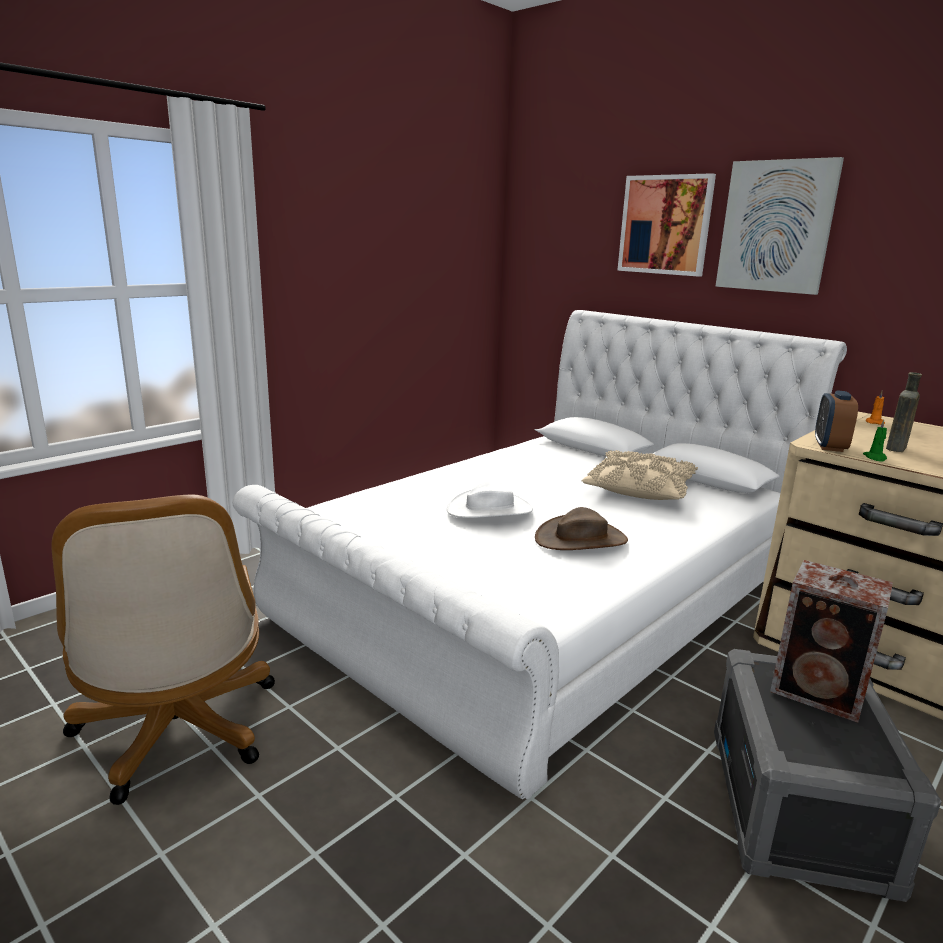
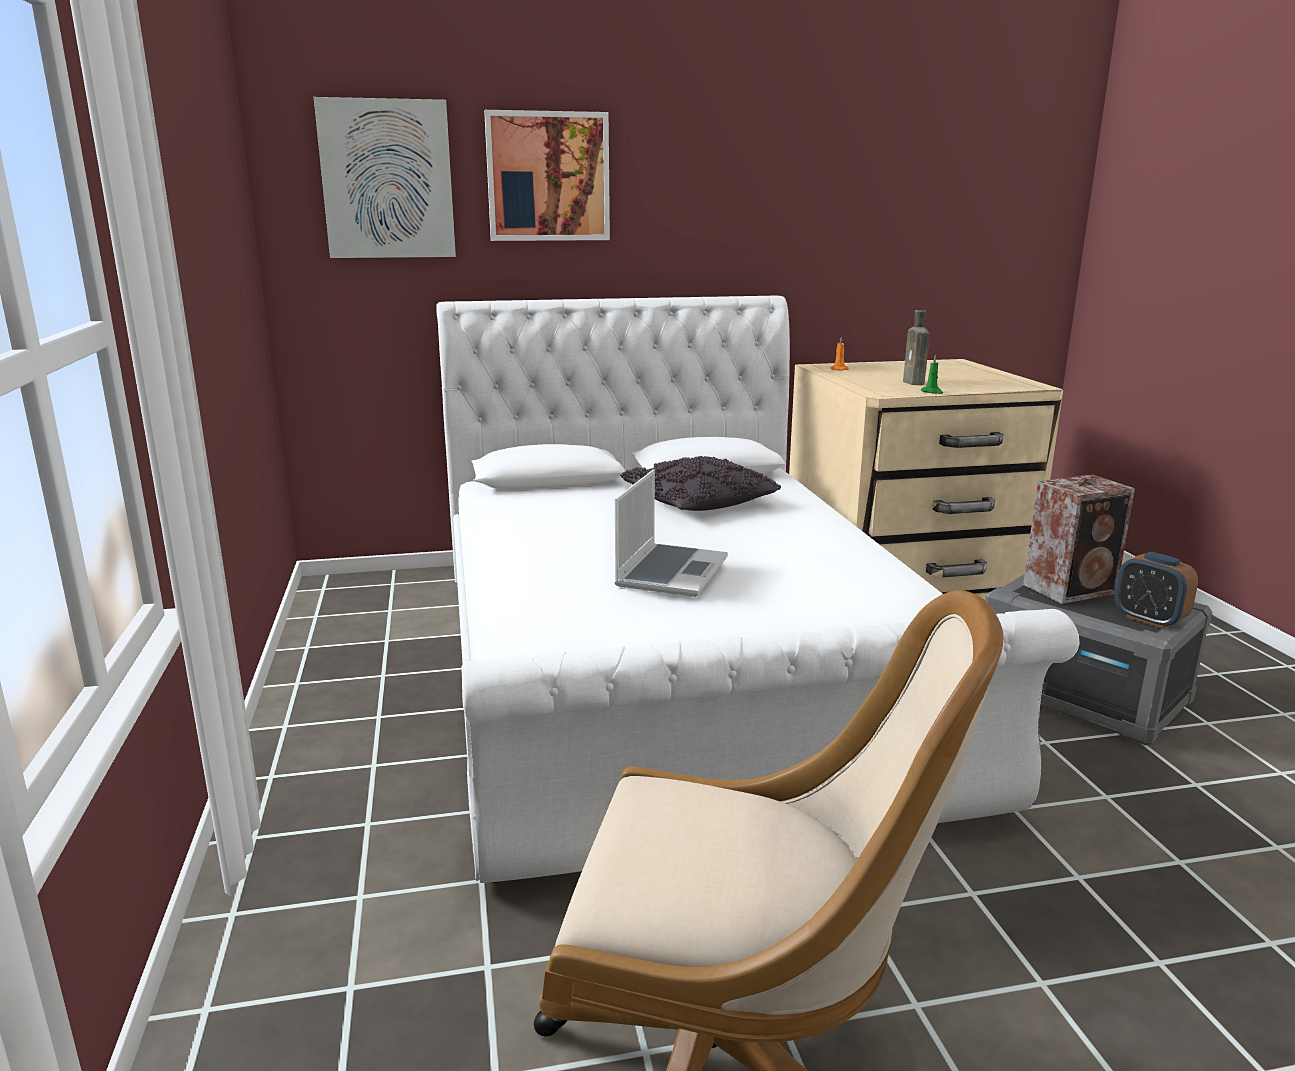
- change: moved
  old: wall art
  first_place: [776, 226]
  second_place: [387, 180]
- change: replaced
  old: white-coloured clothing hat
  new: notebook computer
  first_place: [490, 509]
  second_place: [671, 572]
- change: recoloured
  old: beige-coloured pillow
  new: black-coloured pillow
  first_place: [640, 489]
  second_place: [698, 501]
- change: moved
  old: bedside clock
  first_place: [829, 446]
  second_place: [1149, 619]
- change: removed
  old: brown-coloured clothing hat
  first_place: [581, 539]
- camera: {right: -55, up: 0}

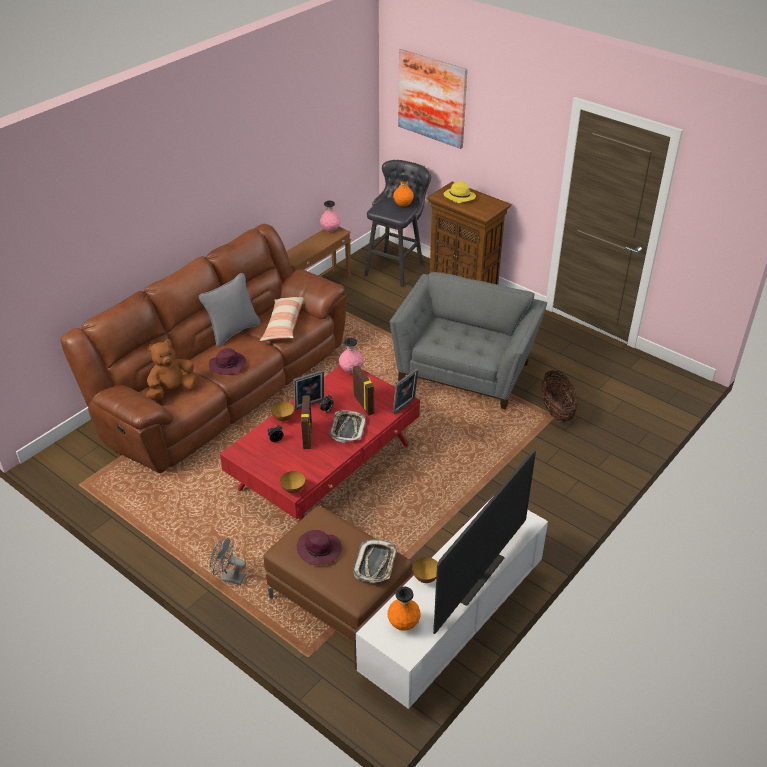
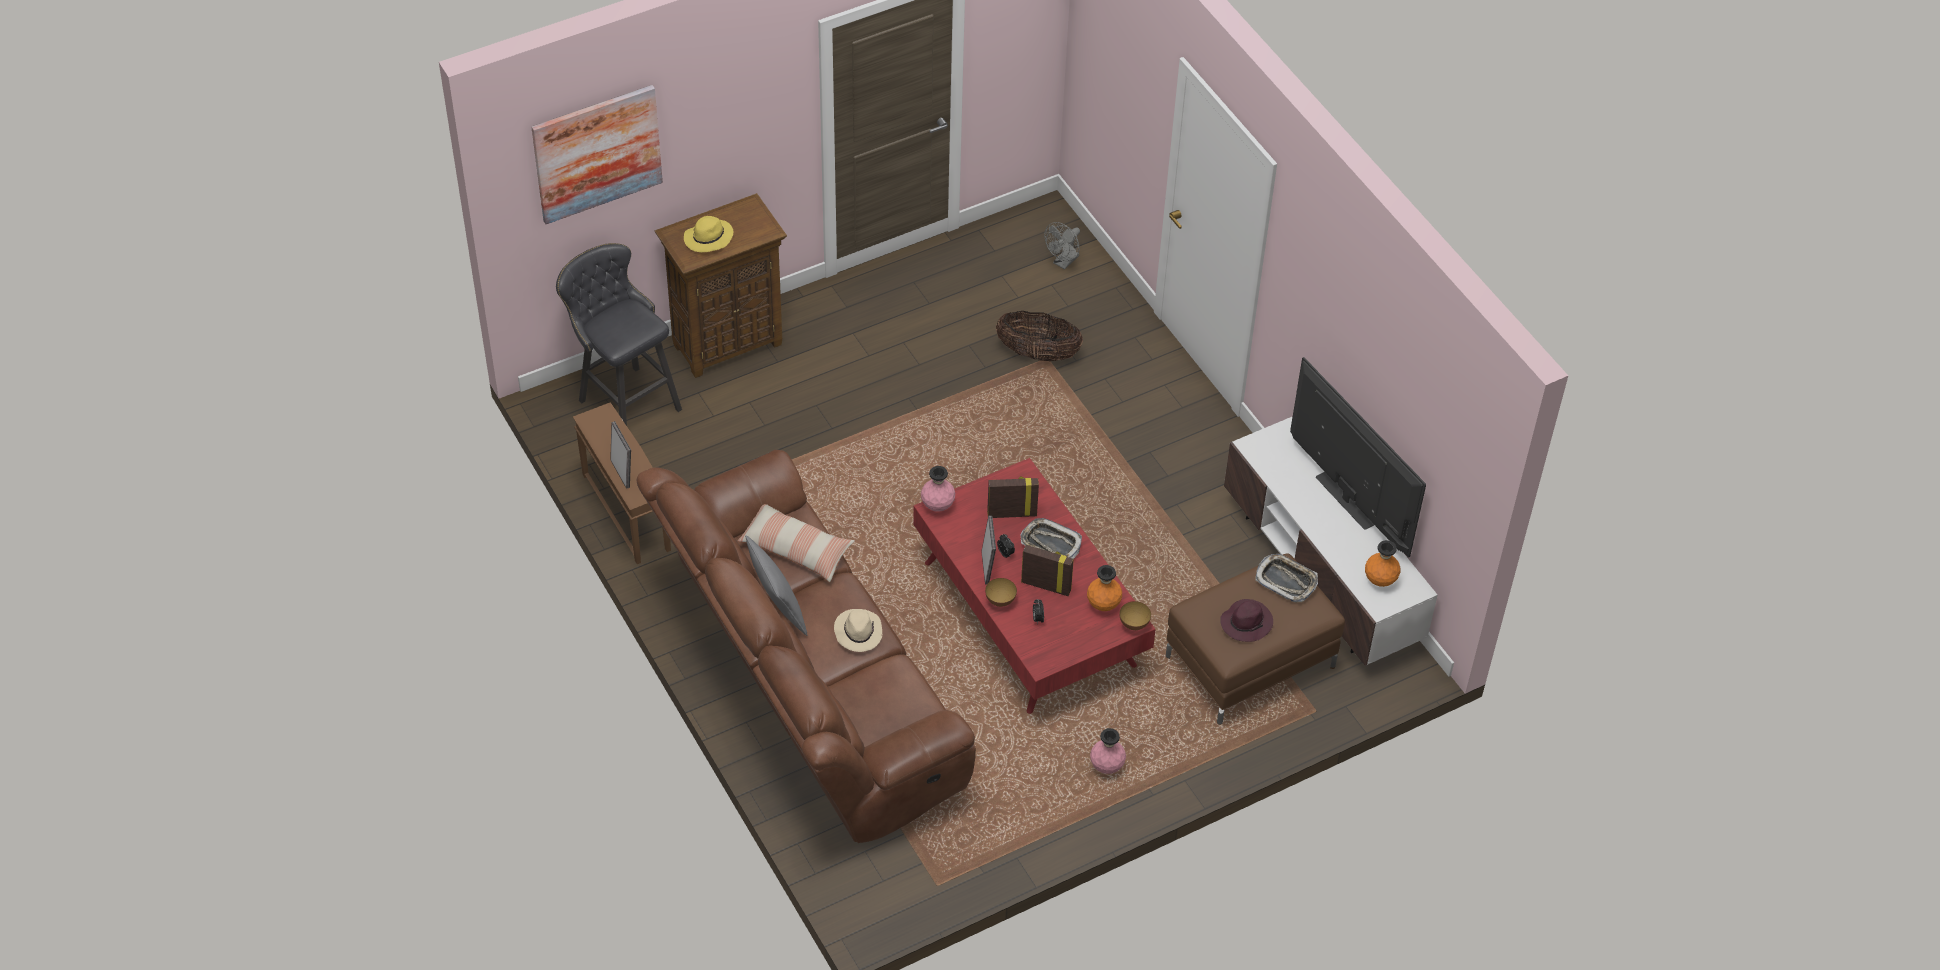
- change: moved
  old: standing frame
  first_place: [405, 407]
  second_place: [622, 473]
- change: recoloured
  old: purple clothing hat
  new: beige-coloured clothing hat
  first_place: [228, 365]
  second_place: [858, 632]
- change: moved
  old: gray fan
  first_place: [229, 577]
  second_place: [1063, 262]
- change: moved
  old: orange-coloured decorative vase
  first_place: [403, 205]
  second_place: [1103, 605]
- change: moved
  old: pink decorative vase
  first_place: [330, 230]
  second_place: [1107, 766]
- change: removed
  old: brown-coloured soft toy
  first_place: [172, 391]
- change: removed
  old: gray armchair
  first_place: [466, 369]
- change: removed
  old: deep dish
  first_place: [425, 578]
- camera: {right: -70, up: 10}

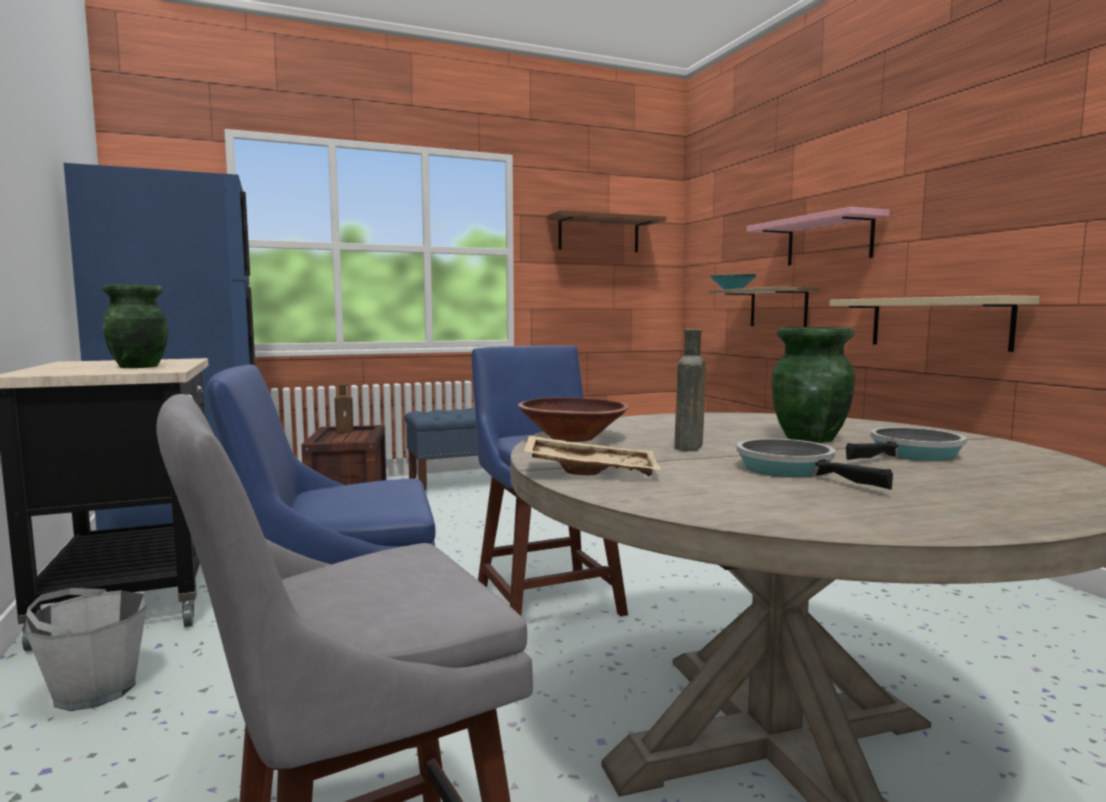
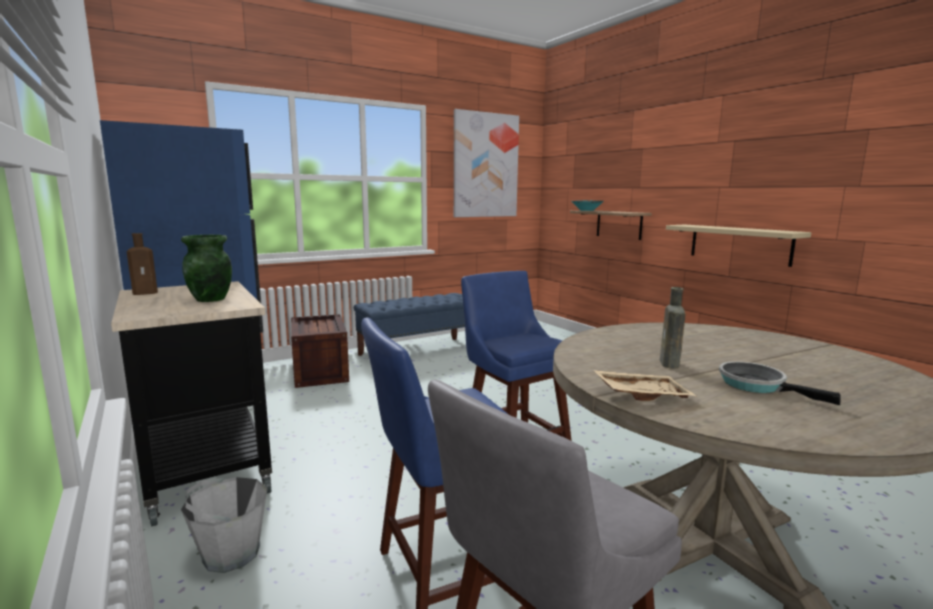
- change: moved
  old: brown-coloured drink bottle
  first_place: [346, 431]
  second_place: [147, 293]
- change: replaced
  old: brown-coloured shelf
  new: wall art
  first_place: [598, 234]
  second_place: [485, 165]
- change: removed
  old: brown-coloured deep dish
  first_place: [572, 438]
- change: removed
  old: pink shelf
  first_place: [828, 240]
- change: removed
  old: green decorative vase
  first_place: [811, 438]
- change: removed
  old: pan
  first_place: [911, 454]
- camera: {right: -10, up: 5}

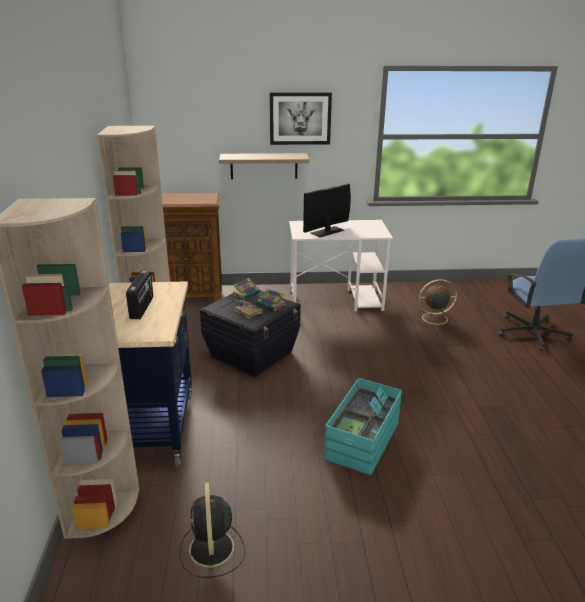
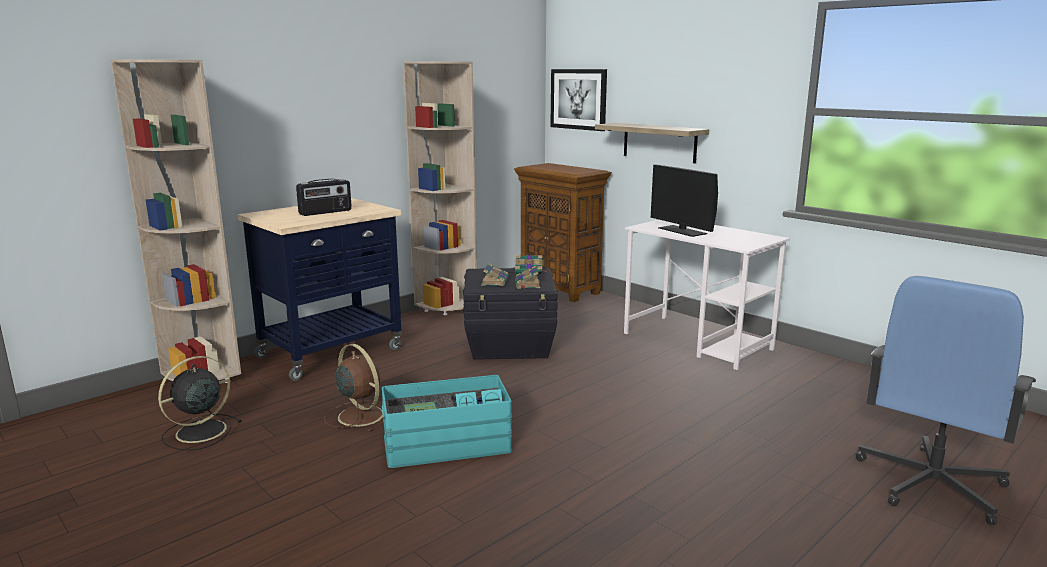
- change: moved
  old: brown-coloured fan
  first_place: [433, 318]
  second_place: [359, 415]
- change: moved
  old: wall art
  first_place: [300, 118]
  second_place: [578, 99]
- change: turned
  old: monitor
  first_place: [327, 231]
  second_place: [682, 231]
  degrees: -135
- camera: {right: 50, up: -10}

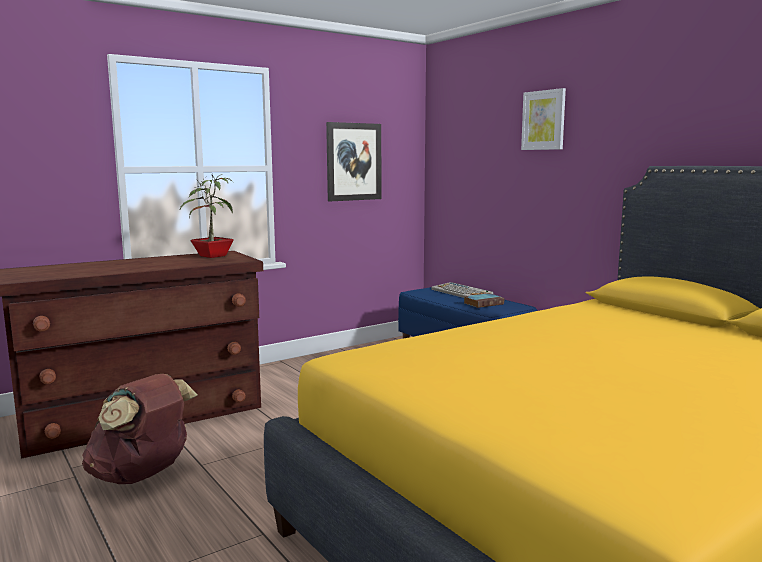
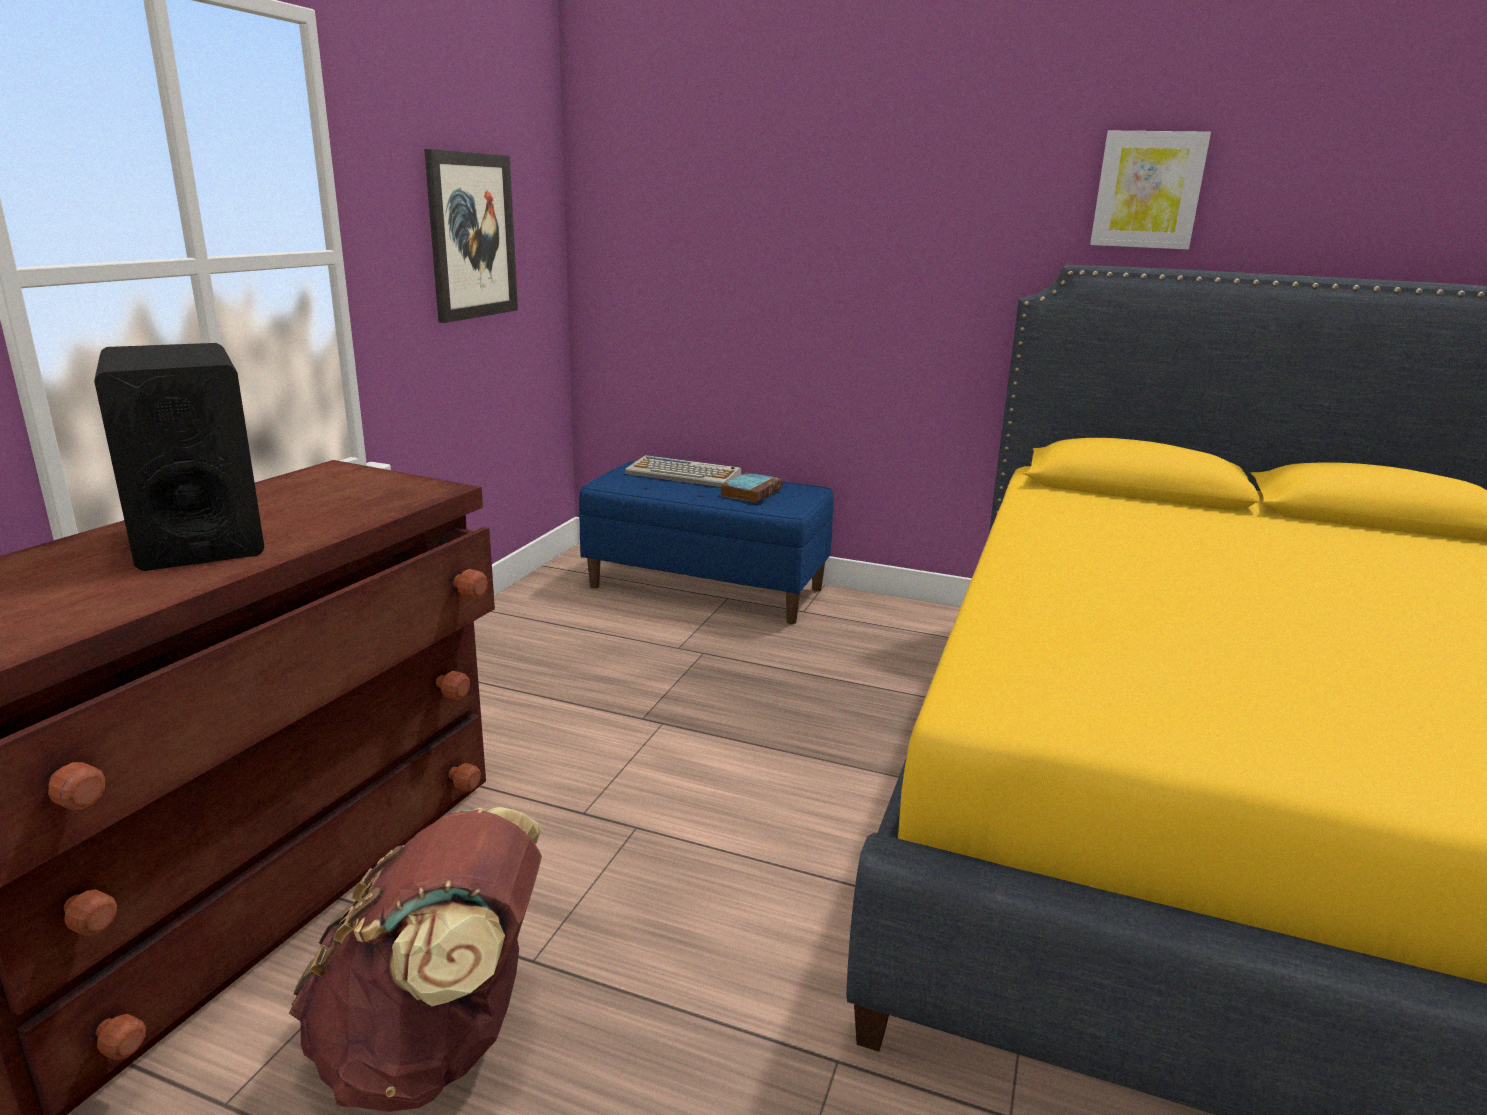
- change: added
  new: black-coloured audio speaker
  second_place: [198, 539]
- change: moved
  old: wall art
  first_place: [544, 120]
  second_place: [1148, 190]
- change: removed
  old: plant in a pot
  first_place: [211, 256]
- camera: {right: -35, up: 10}

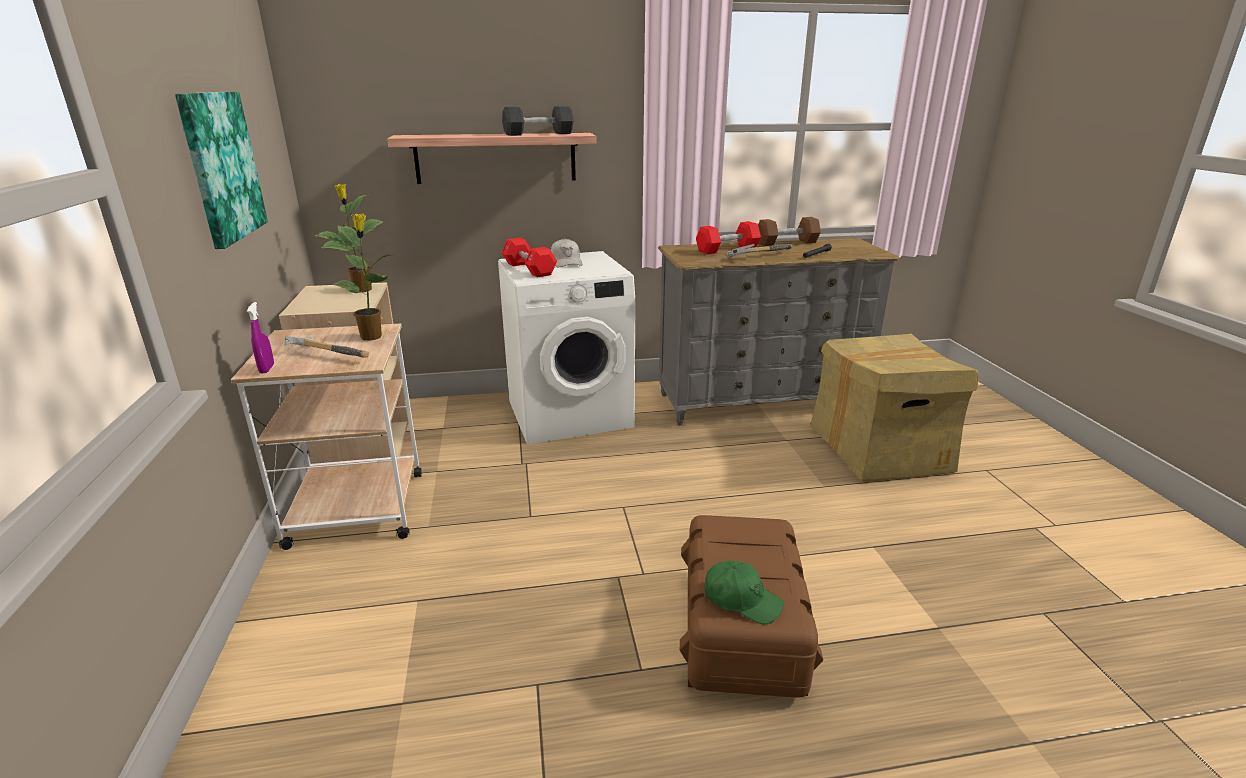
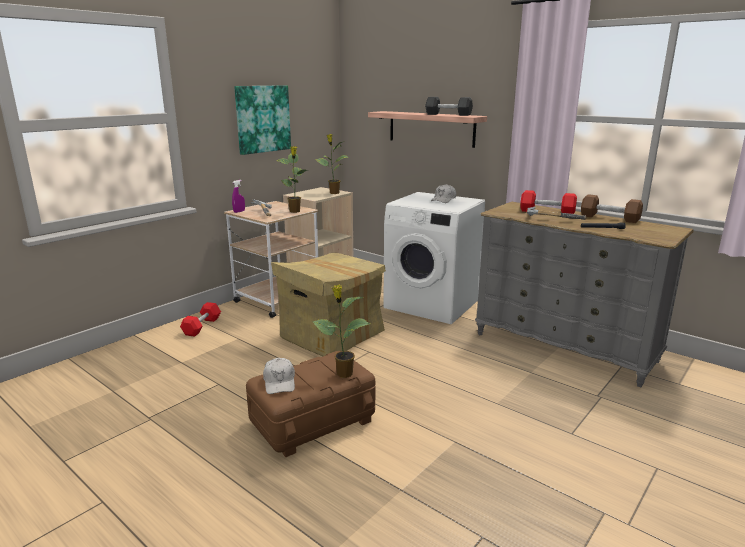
- change: moved
  old: red hand weight
  first_place: [529, 269]
  second_place: [202, 326]
- change: recoloured
  old: green peaked cap
  new: white-coloured peaked cap
  first_place: [742, 600]
  second_place: [280, 382]
- change: moved
  old: packing box
  first_place: [879, 450]
  second_place: [331, 335]
- change: added
  new: plant in a pot
  second_place: [343, 374]
- camera: {right: 50, up: -5}

